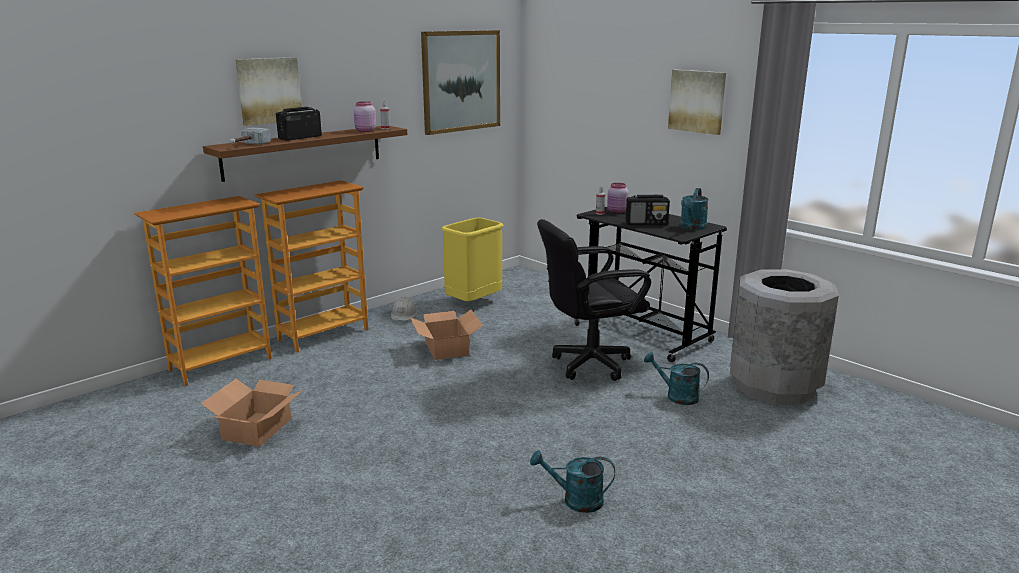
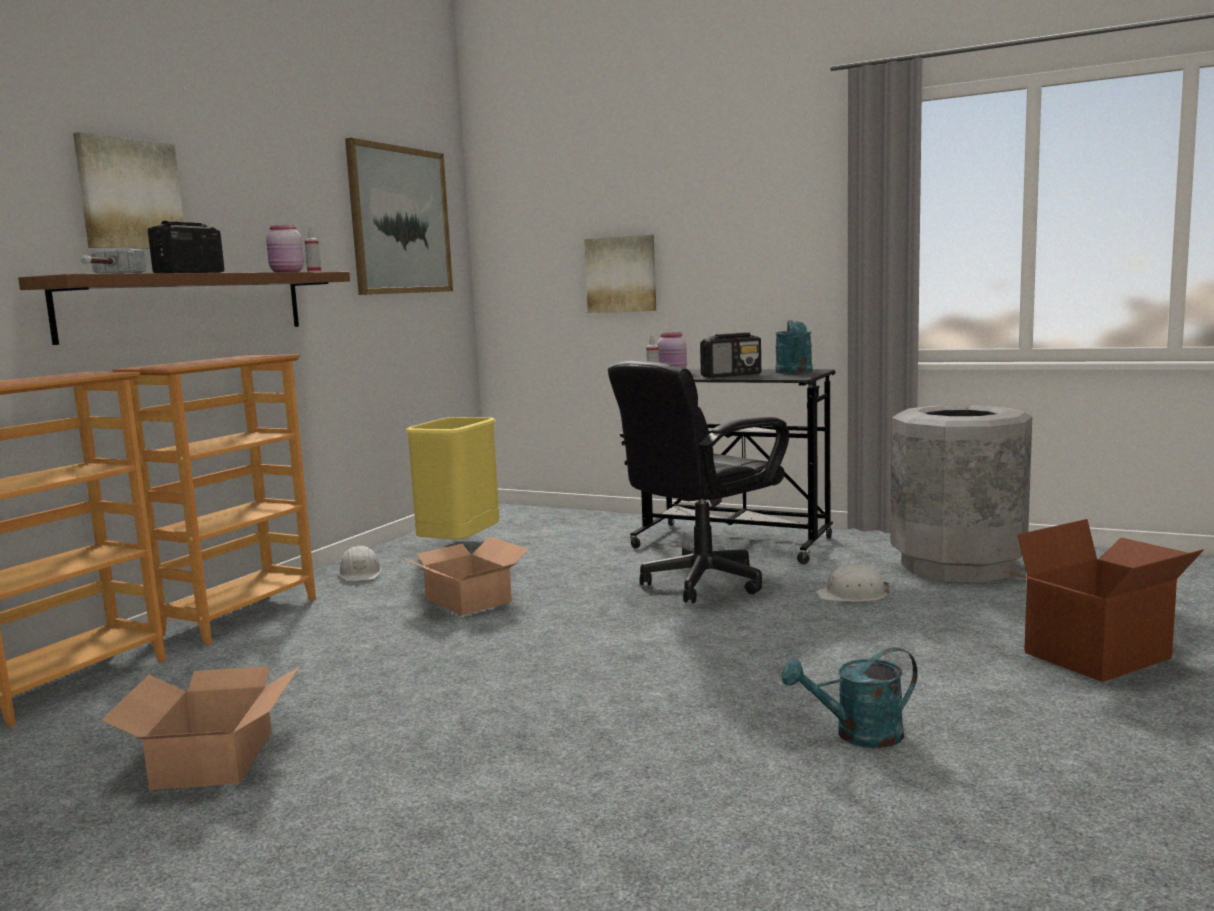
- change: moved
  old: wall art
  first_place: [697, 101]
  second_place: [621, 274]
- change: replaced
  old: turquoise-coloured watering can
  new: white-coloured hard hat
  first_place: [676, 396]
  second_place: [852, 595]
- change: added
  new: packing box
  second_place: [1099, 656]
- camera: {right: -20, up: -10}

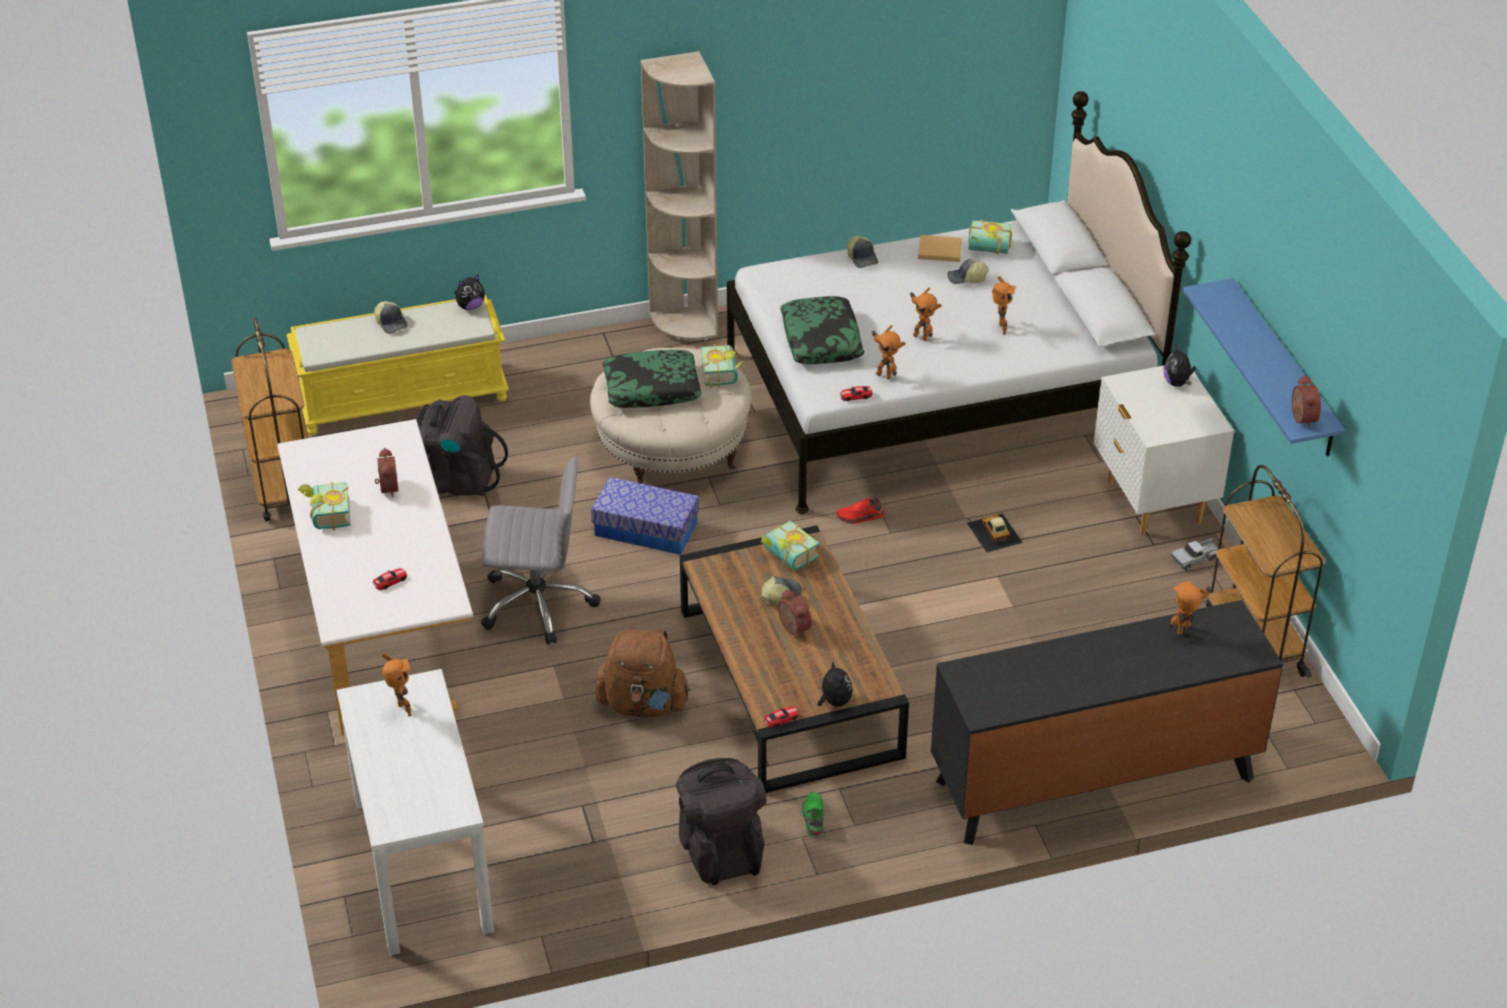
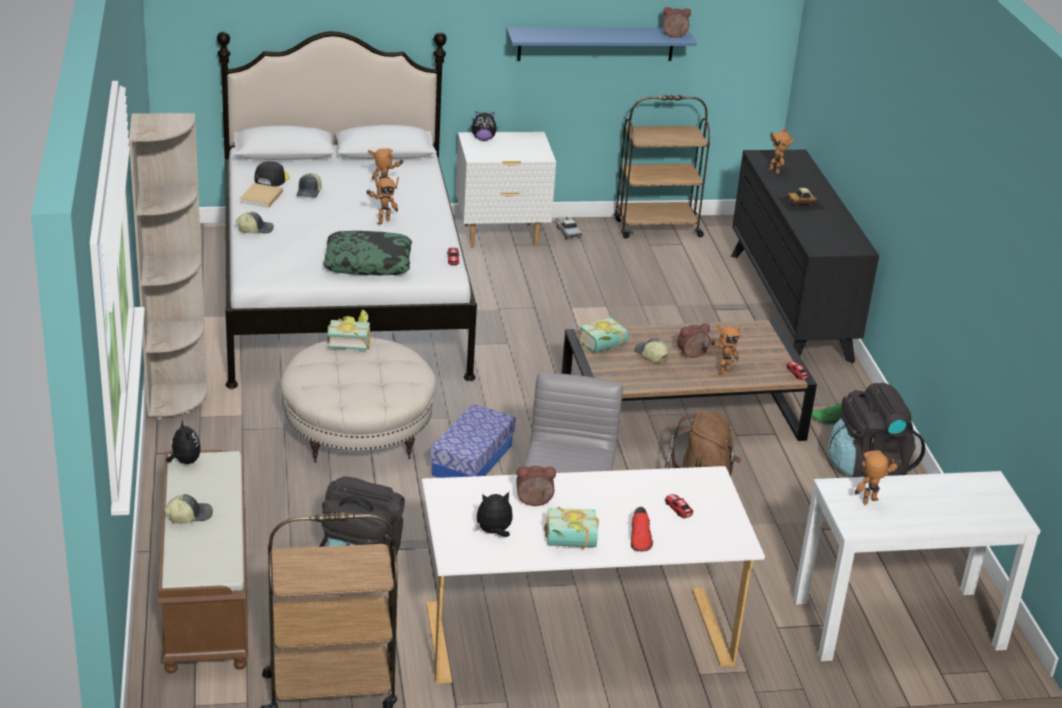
- change: recoloured
  old: yellow-coloured bench
  new: brown-coloured bench
  first_place: [404, 397]
  second_place: [204, 593]
- change: replaced
  old: bound book
  new: black-coloured peaked cap
  first_place: [988, 250]
  second_place: [271, 178]
- change: moved
  old: soft toy
  first_place: [834, 701]
  second_place: [494, 532]
- change: moved
  old: red shoe
  first_place: [860, 517]
  second_place: [641, 538]
- change: moved
  old: robot figure
  first_place: [884, 375]
  second_place: [721, 371]
- change: moved
  old: toy car
  first_place: [994, 533]
  second_place: [801, 203]
- change: removed
  old: pillow
  first_place: [651, 388]
- camera: {right: -85, up: -10}

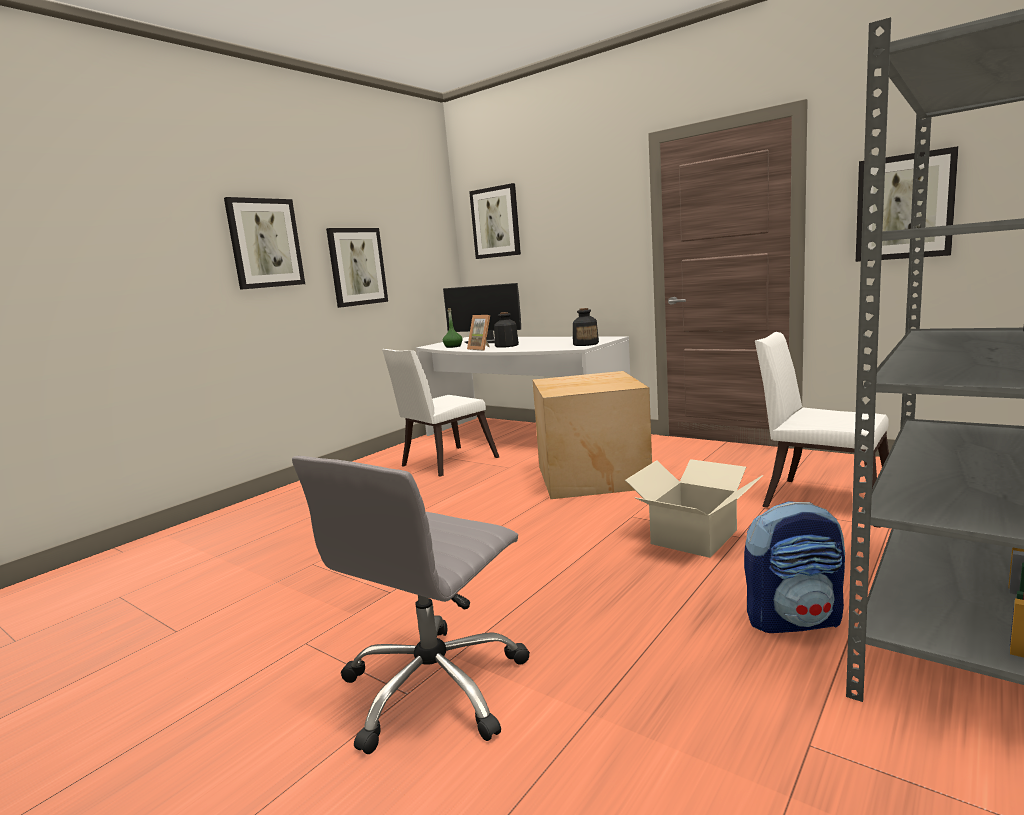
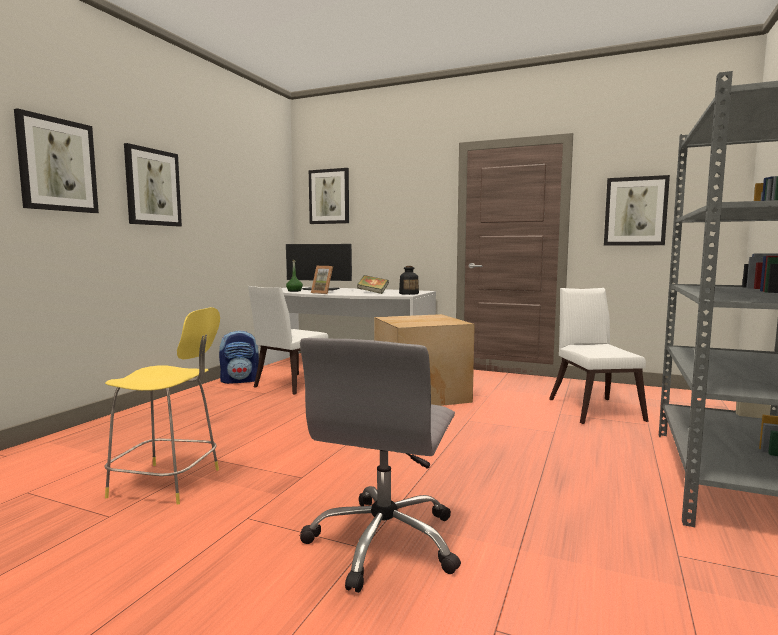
- change: moved
  old: wall art
  first_place: [357, 267]
  second_place: [57, 165]
- change: added
  new: yellow-coloured stool
  second_place: [169, 483]
- change: moved
  old: knapsack
  first_place: [794, 620]
  second_place: [240, 380]
- change: added
  new: bound book
  second_place: [373, 293]
- change: turned
  old: white-coloured chair
  first_place: [819, 499]
  second_place: [593, 408]
  degrees: 60
- change: removed
  old: drink bottle
  first_place: [506, 345]
- change: removed
  old: packing box
  first_place: [695, 537]
- camera: {right: -15, up: -5}

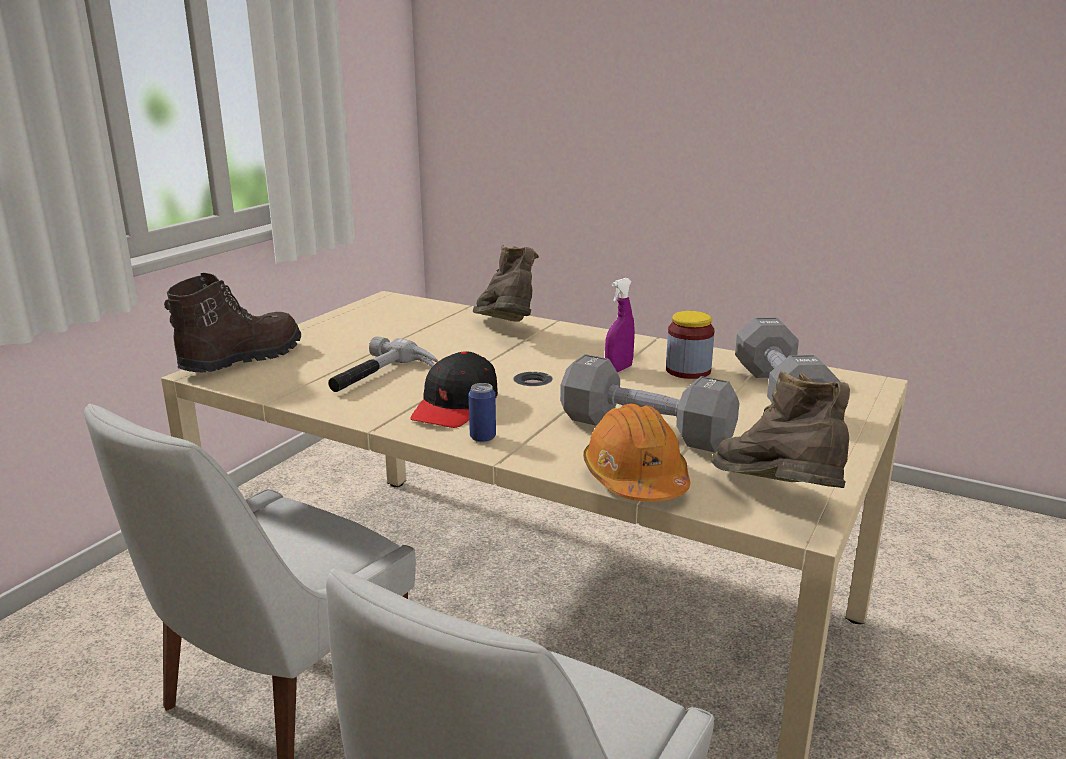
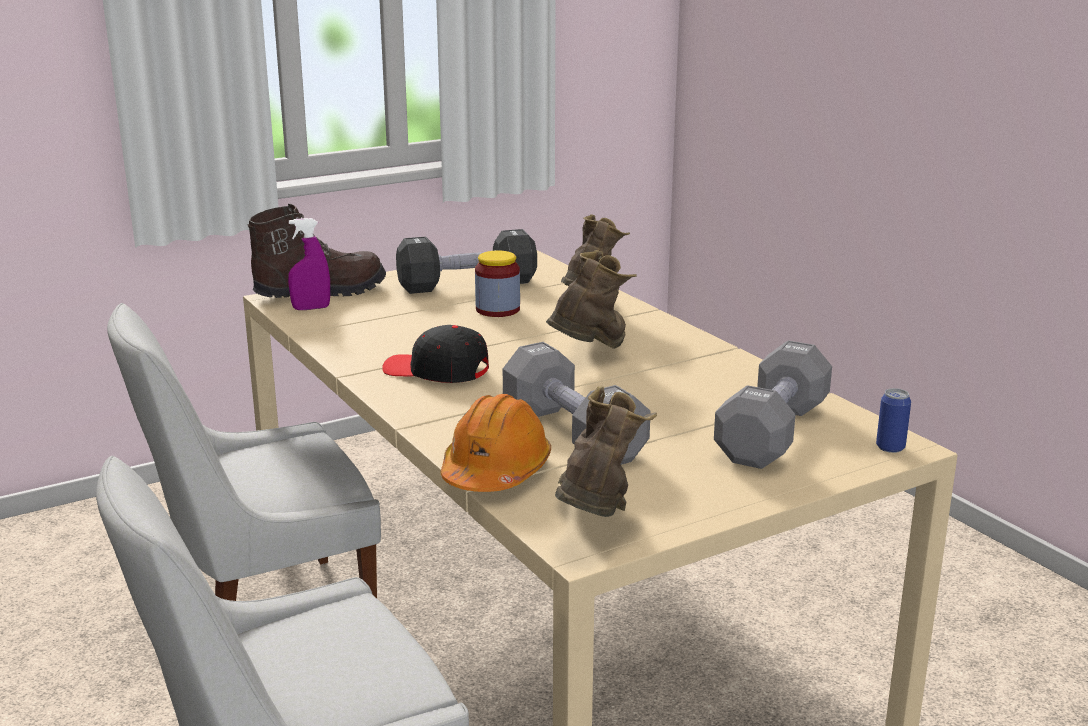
- change: moved
  old: purple spray bottle
  first_place: [618, 369]
  second_place: [311, 308]
- change: turned
  old: black-coloured peaked cap
  first_place: [455, 406]
  second_place: [437, 371]
  degrees: 60
- change: added
  new: black-coloured hand weight
  second_place: [467, 285]
- change: moved
  old: storage jar
  first_place: [688, 370]
  second_place: [498, 310]
- change: added
  new: brown-coloured boot
  second_place: [591, 354]
- change: moved
  old: sealed can
  first_place: [483, 437]
  second_place: [890, 447]
- change: removed
  old: hammer
  first_place: [381, 377]
- camera: {right: 30, up: 0}

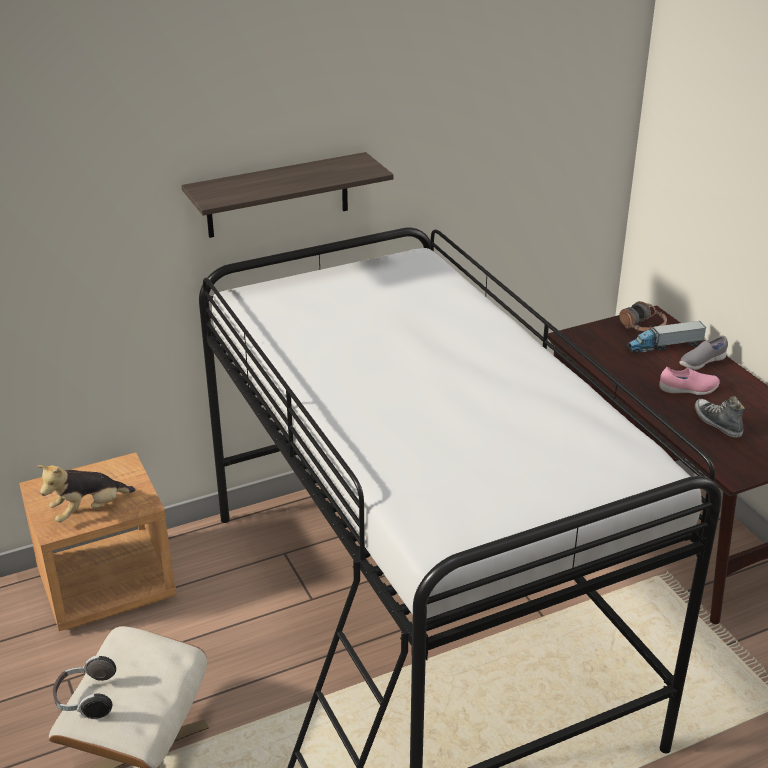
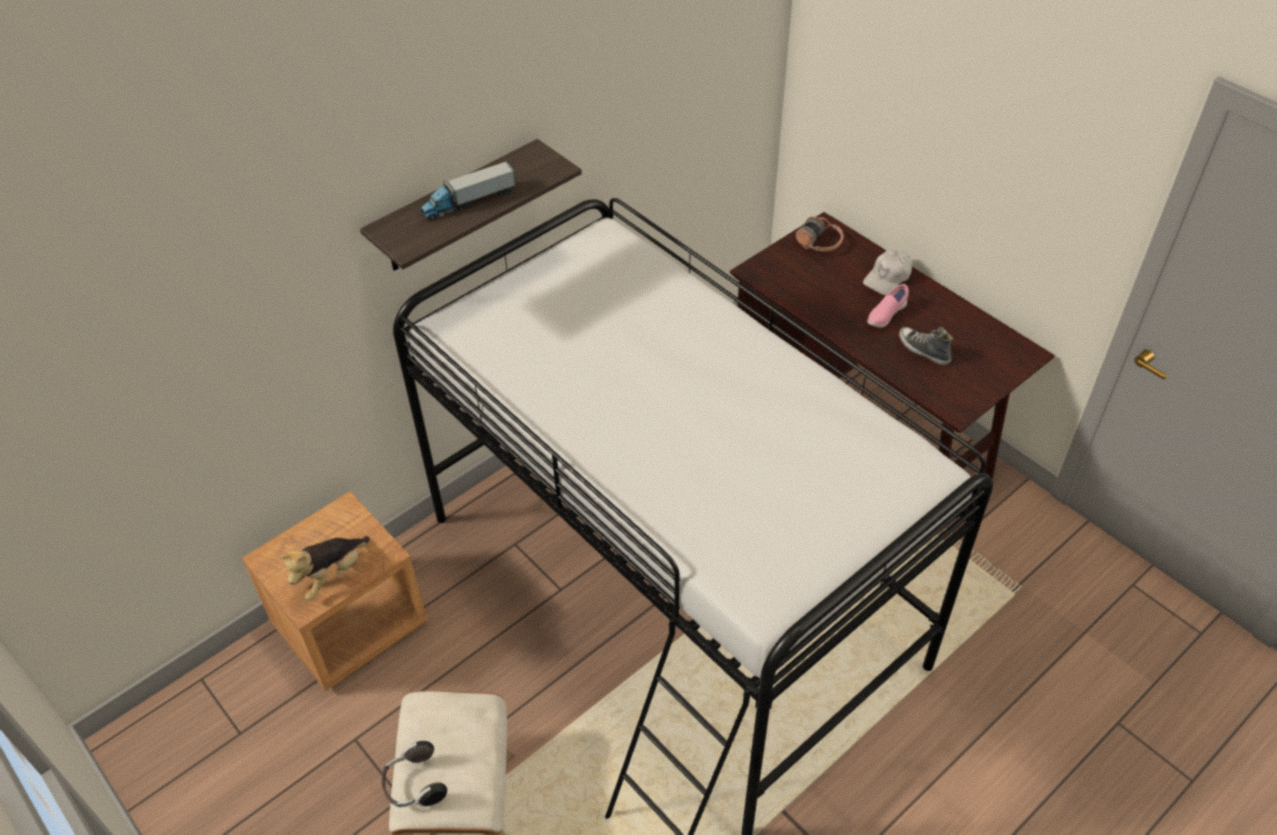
- change: moved
  old: toy lorry
  first_place: [664, 346]
  second_place: [468, 202]
- change: replaced
  old: gray shoe
  new: white-coloured peaked cap
  first_place: [701, 363]
  second_place: [888, 278]
- change: turned
  old: pink shoe
  first_place: [688, 390]
  second_place: [886, 315]
  degrees: 150
- camera: {right: -15, up: 15}

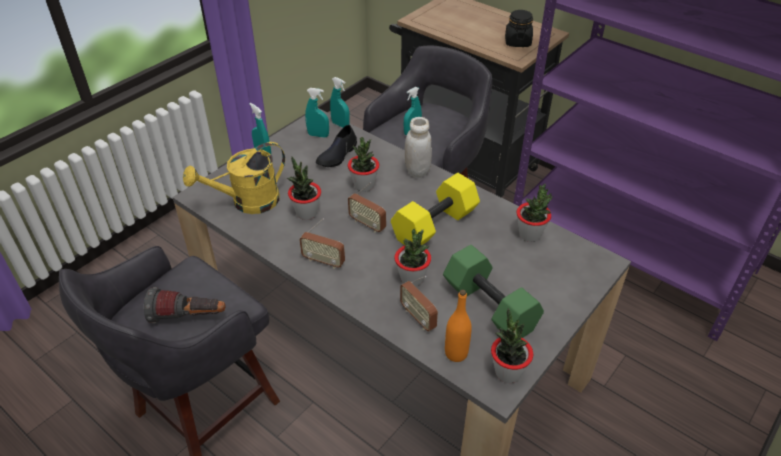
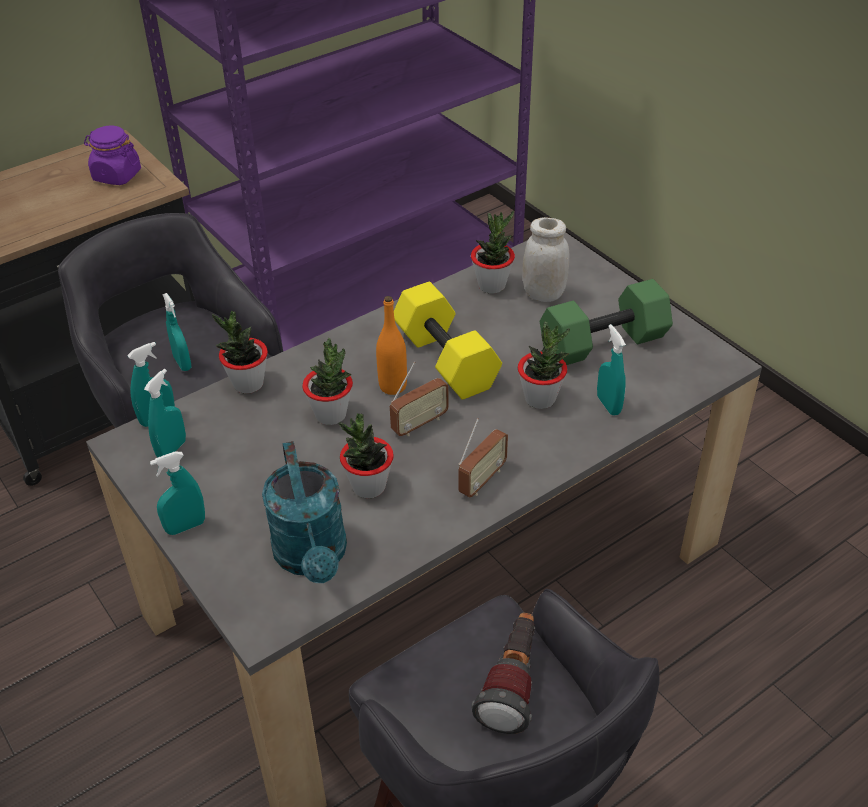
- change: recoloured
  old: black-coloured storage jar
  new: purple storage jar
  first_place: [517, 42]
  second_place: [116, 175]
- change: moved
  old: plant in a pot
  first_place: [507, 372]
  second_place: [248, 384]
- change: recoloured
  old: yellow-coloured watering can
  new: turquoise-coloured watering can
  first_place: [247, 203]
  second_place: [313, 557]
- change: moved
  old: orange-coloured drink bottle
  first_place: [456, 353]
  second_place: [393, 386]
- change: moved
  old: white-coloured storage jar
  first_place: [417, 171]
  second_place: [543, 294]
- change: replaced
  old: radio set
  new: turquoise-coloured spray bottle
  first_place: [418, 317]
  second_place: [608, 405]
- change: removed
  old: black-coloured shoe
  first_place: [337, 155]
- camera: {right: -75, up: 0}

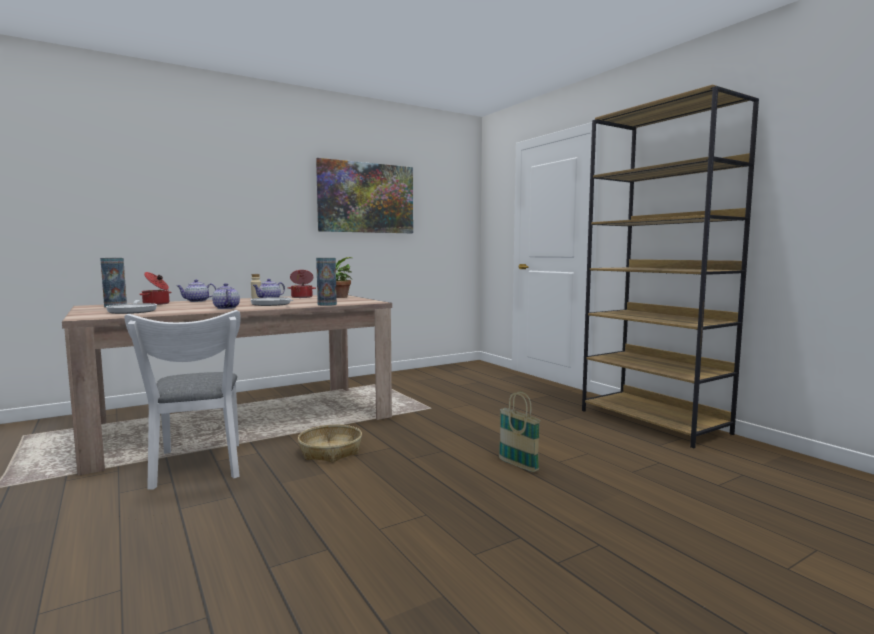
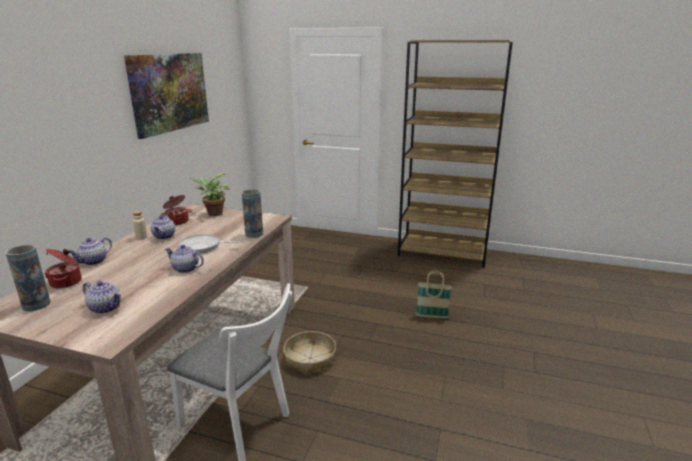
- change: replaced
  old: pan
  new: teapot
  first_place: [133, 311]
  second_place: [106, 308]
- camera: {right: -40, up: 15}

